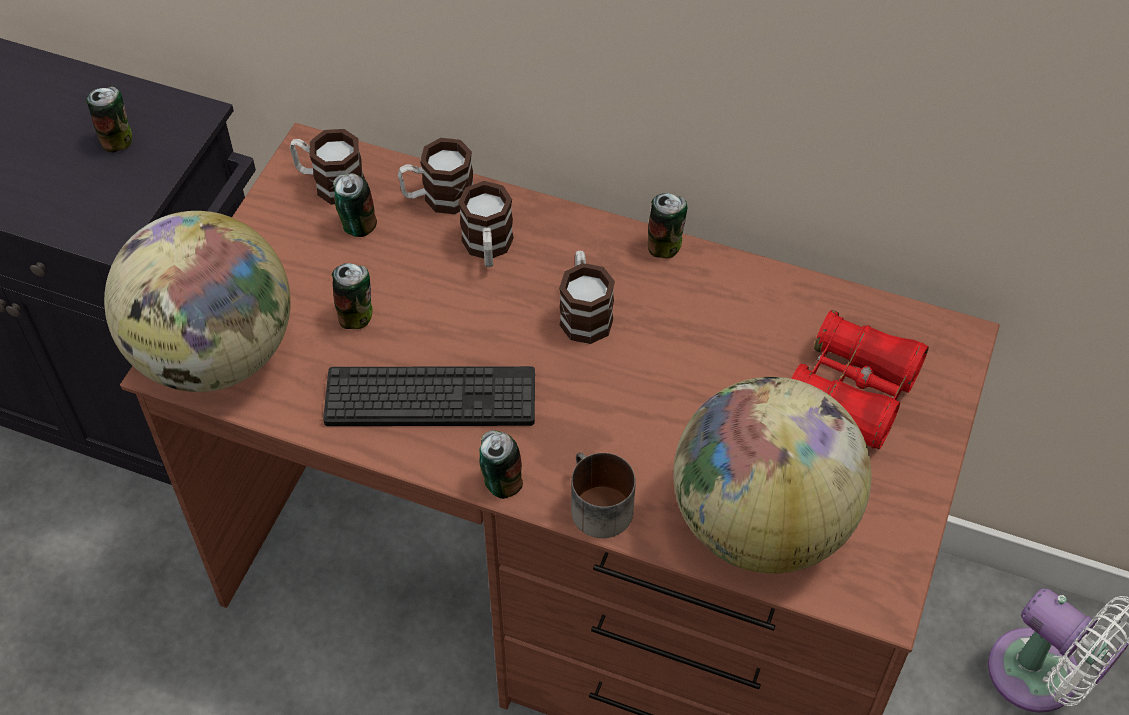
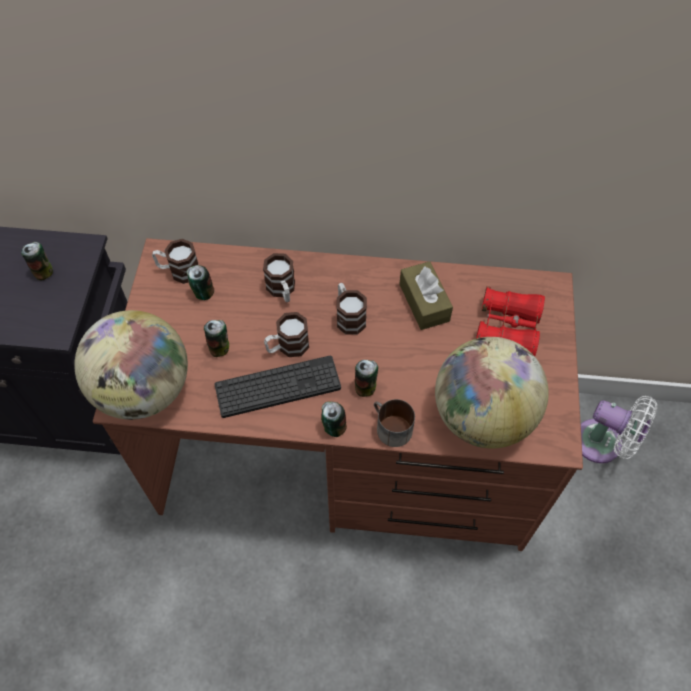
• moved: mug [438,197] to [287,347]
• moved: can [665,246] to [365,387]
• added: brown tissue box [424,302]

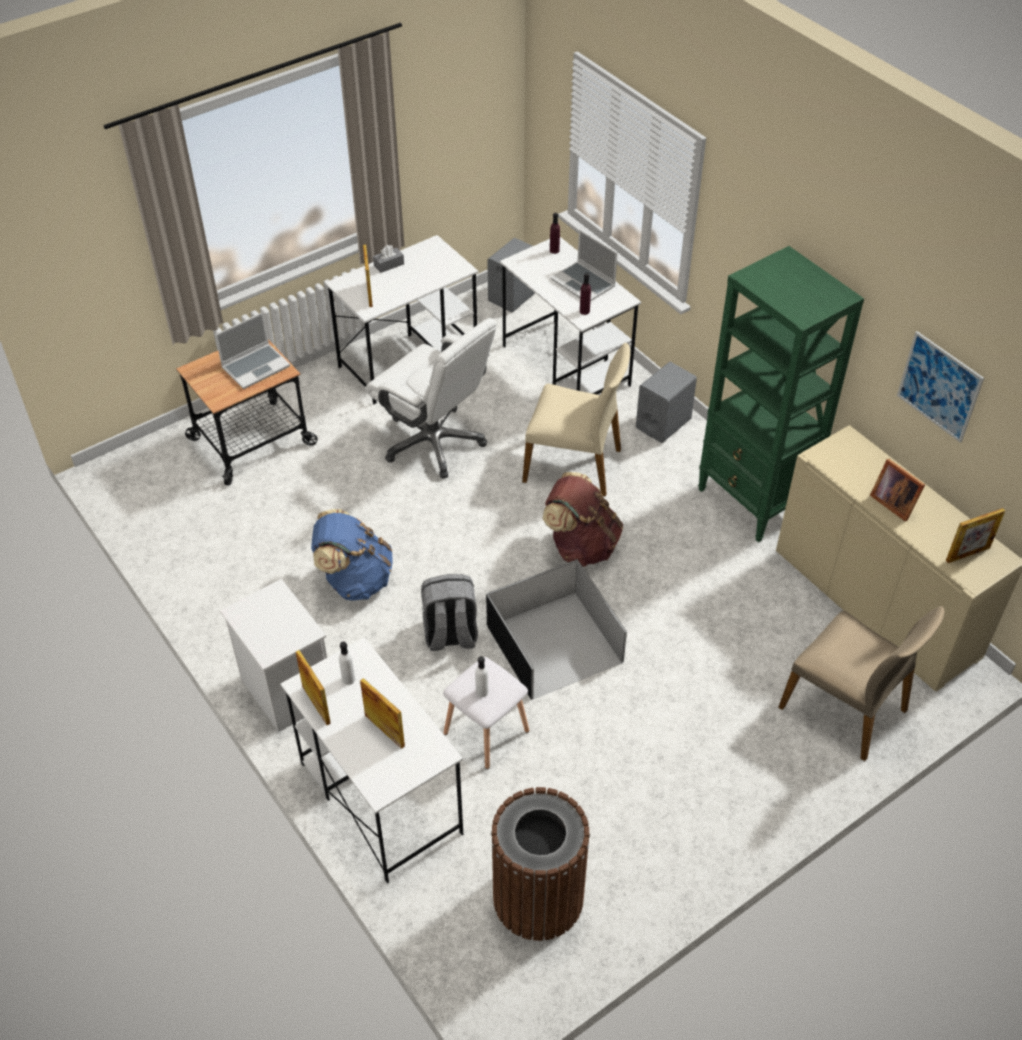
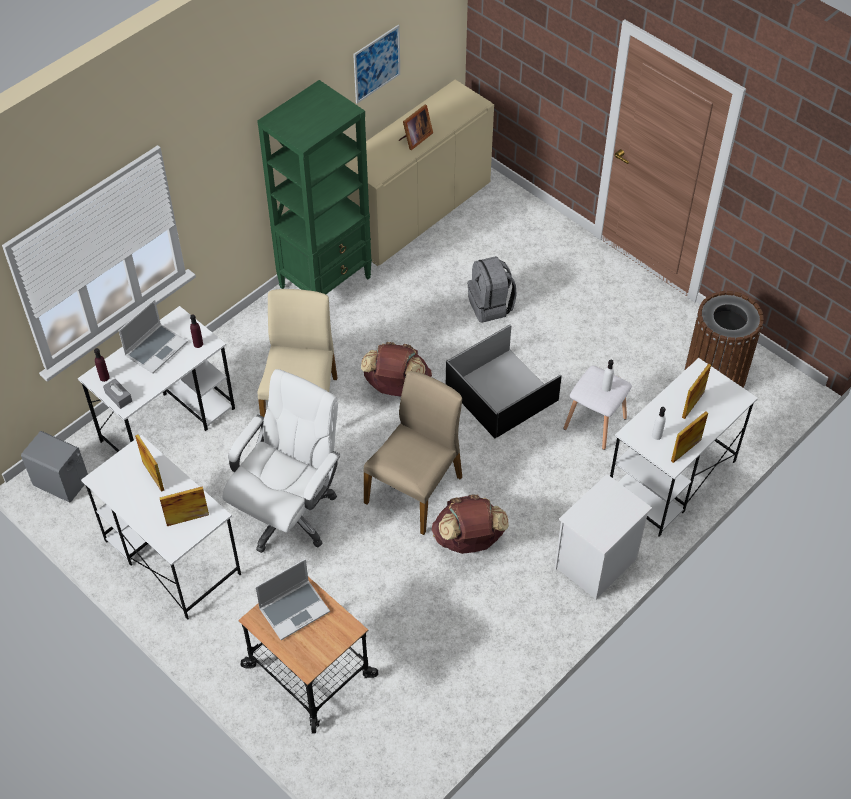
• moved: grey tissue box [389,265] to [118,397]
• moved: picture frame [967,554] to [153,476]
• turned: laptop [256,366] = [294,609] 105 degrees clockwise
• moved: beige chair [845,708] to [415,489]
• recoloured: blue backpack [355,580] to brown backpack [469,540]
• moved: grey backpack [450,635] to [491,306]
• removed: grey speaker [663,423]

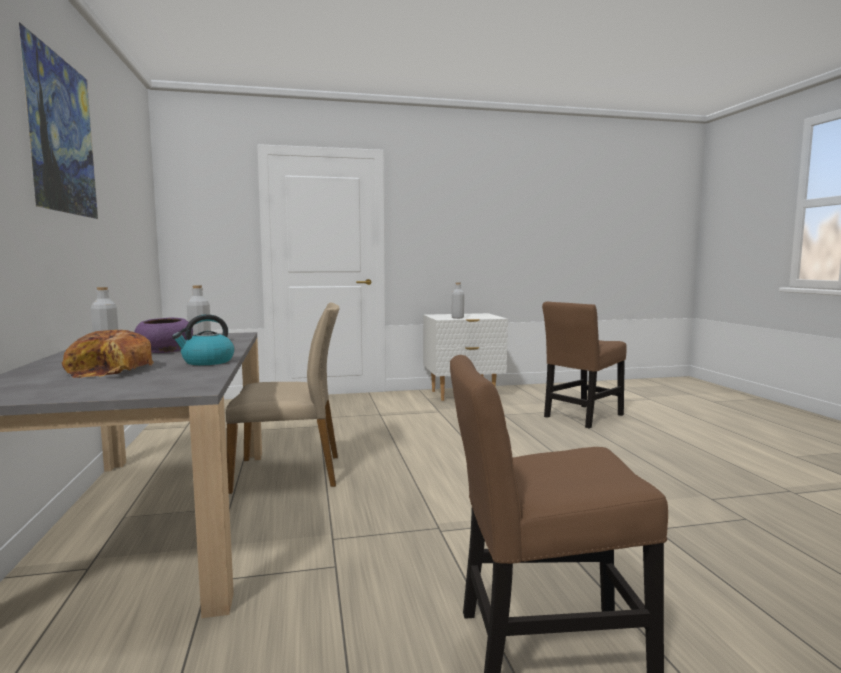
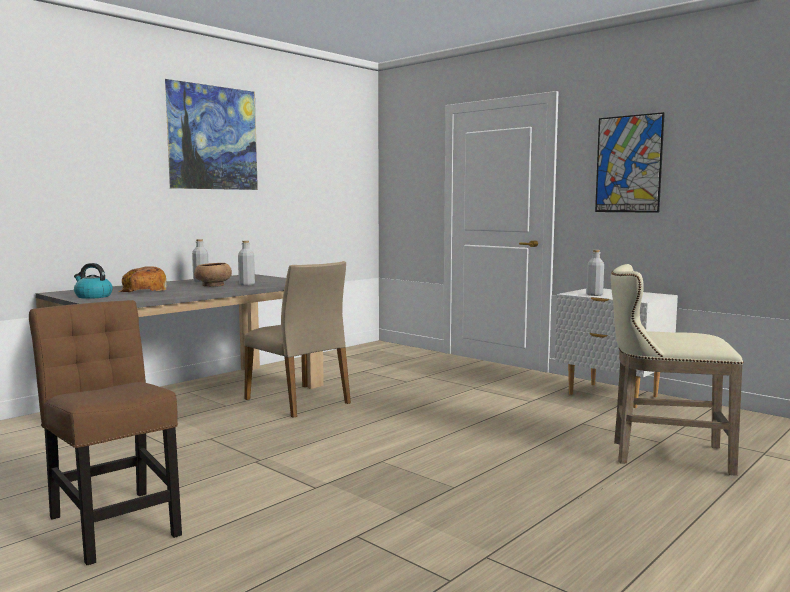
• moved: kettle [207,362] to [93,296]
• recoloured: purple bowl [165,351] to brown bowl [213,285]
• added: picture [628,164]
• replaced: brown chair [582,417] to beige stool [663,455]

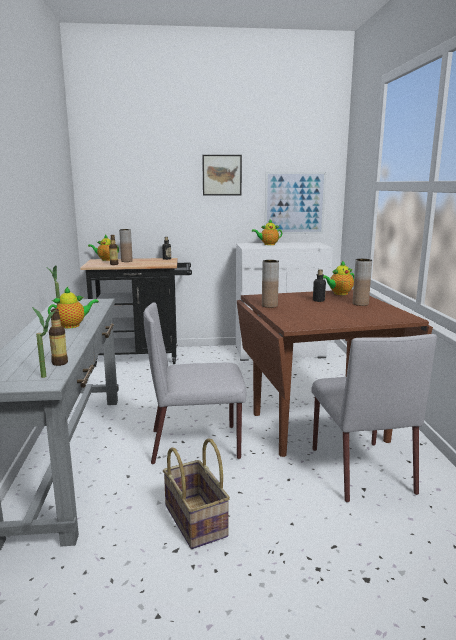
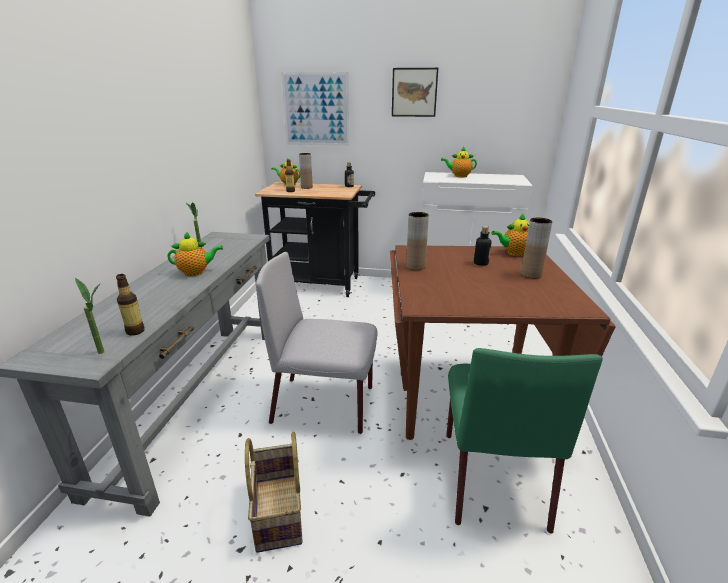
• moved: picture [294,203] to [316,109]
• recoloured: grey chair [360,469] to green chair [492,476]

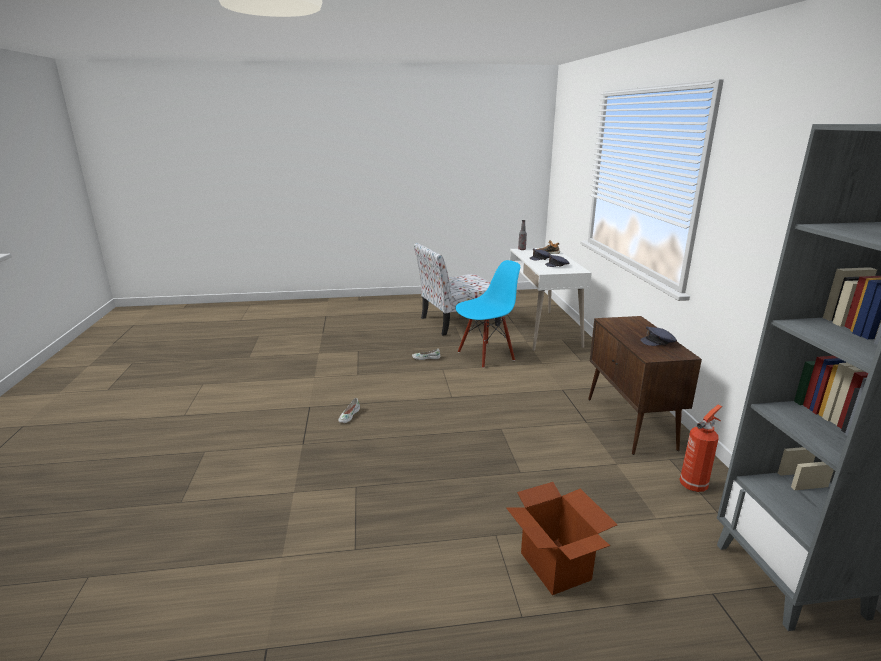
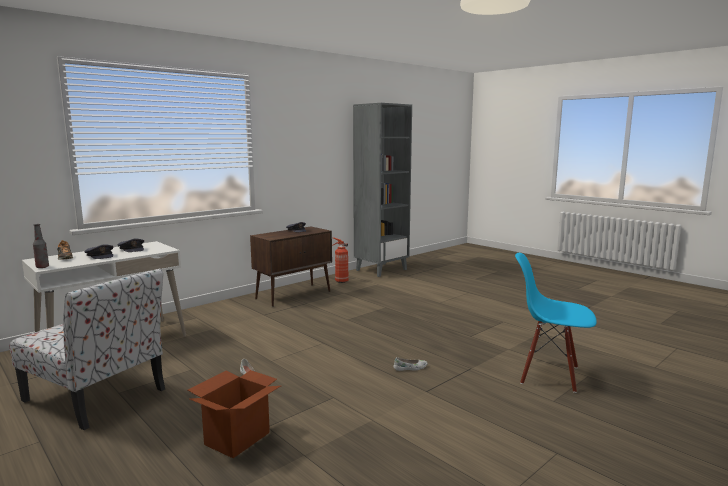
• moved: cardboard box [555,566] to [237,438]
• moved: blue chair [485,355] to [549,374]

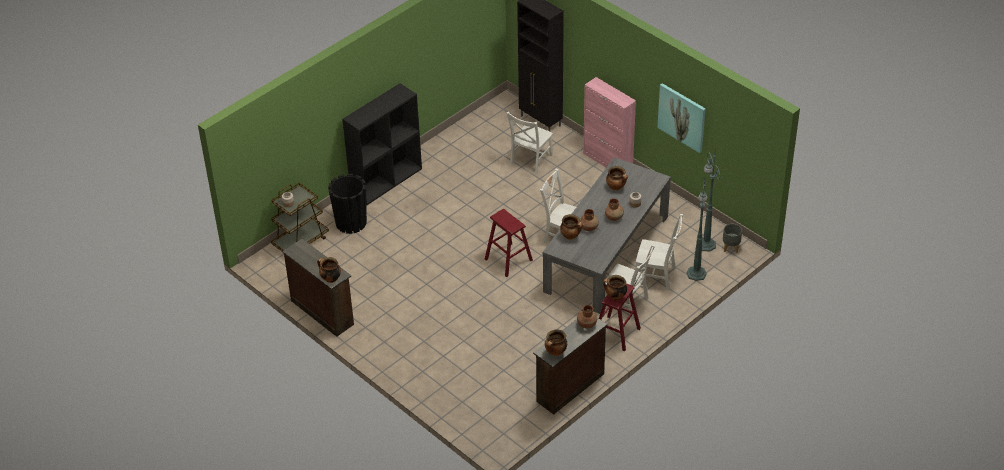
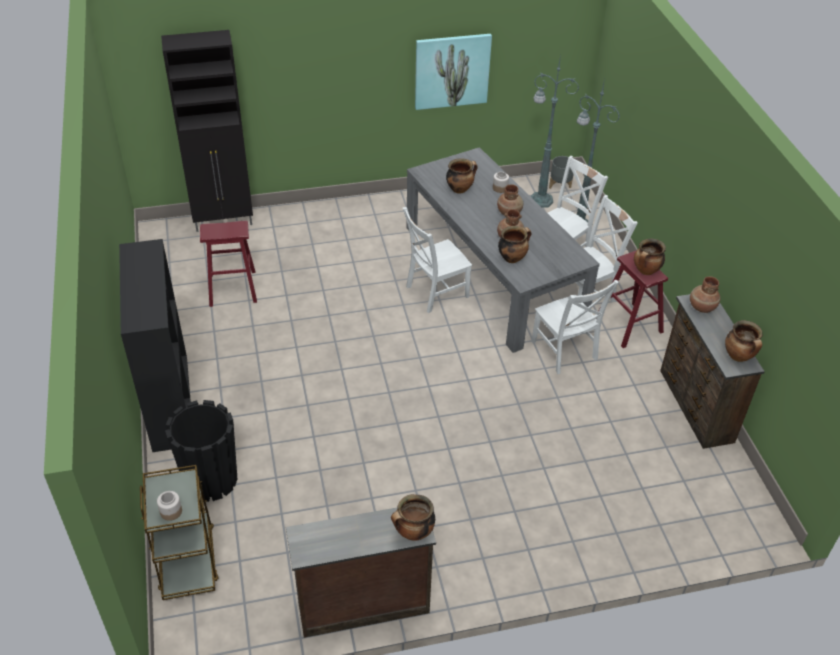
• moved: red stool [508,259] to [232,288]
• moved: white chair [530,160] to [565,352]
• removed: pink cabinet [608,161]

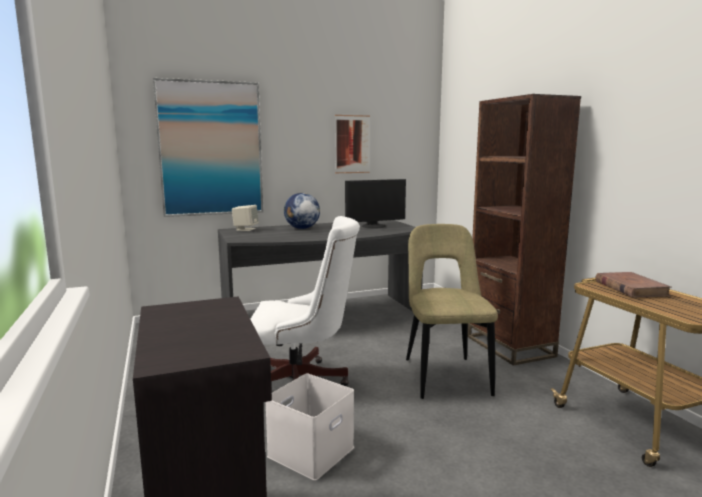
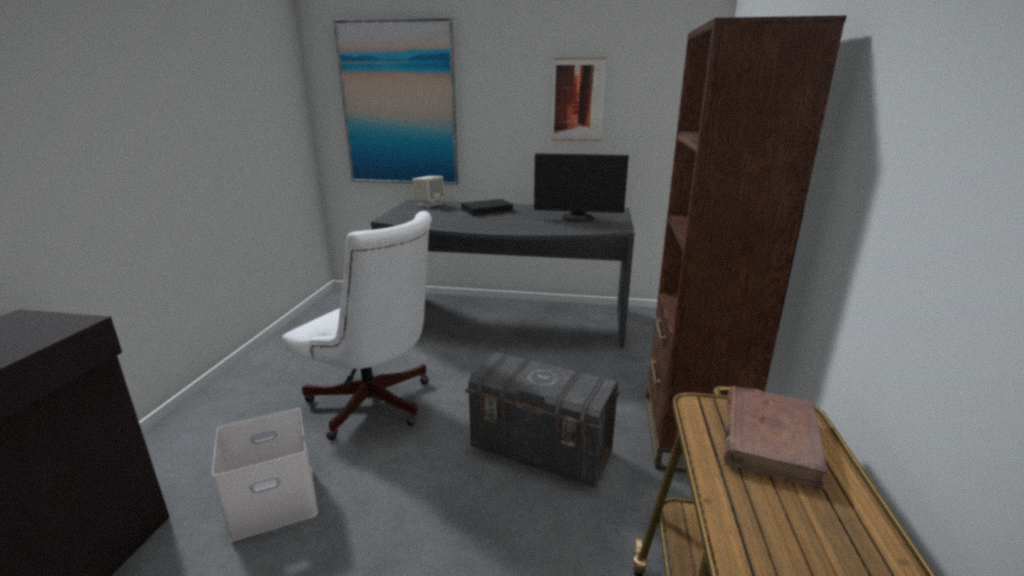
• replaced: globe [302,228] to black book [488,210]
• replaced: beige chair [444,375] to grey storage box [541,450]

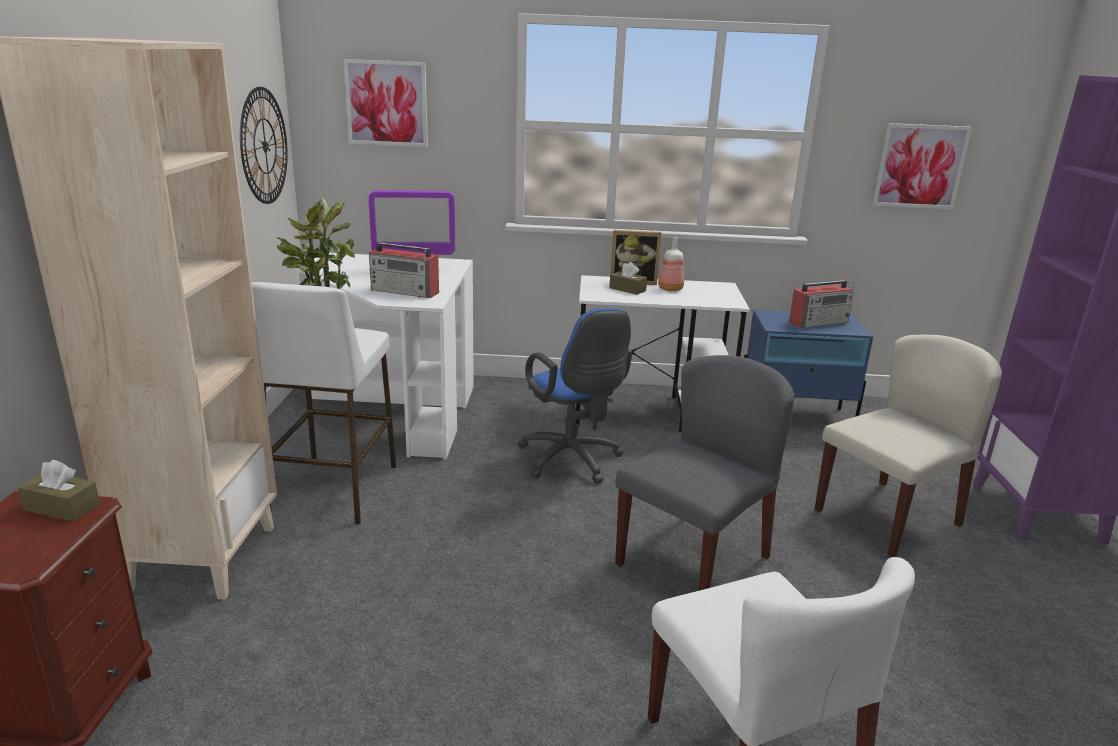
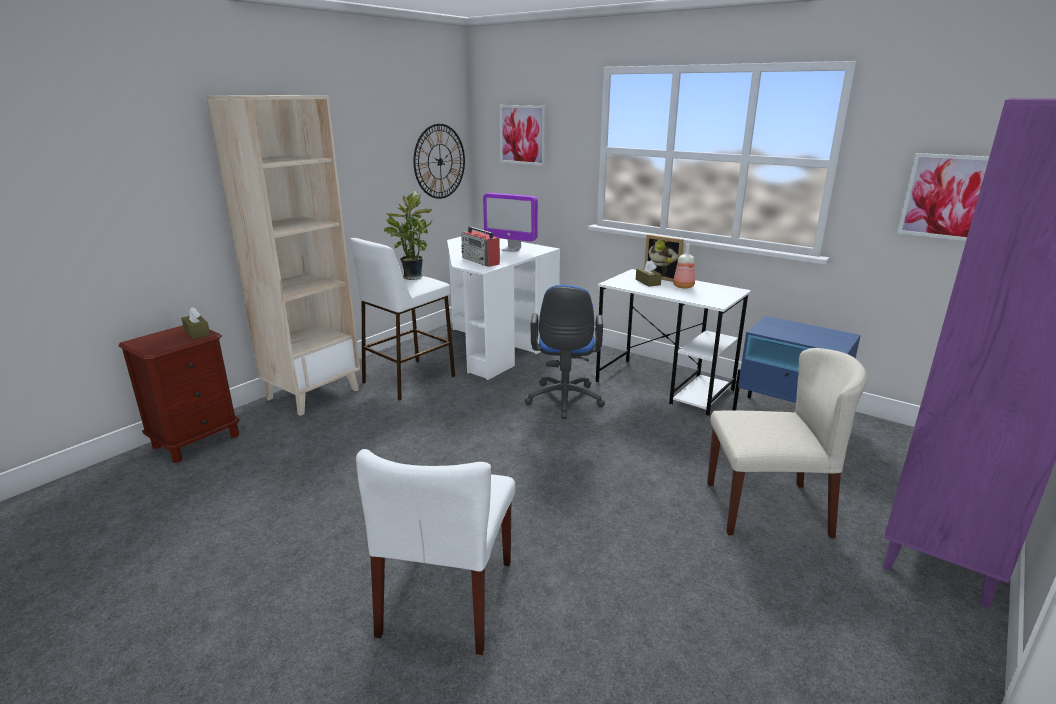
• removed: grey chair [693,559]
• removed: radio [819,322]

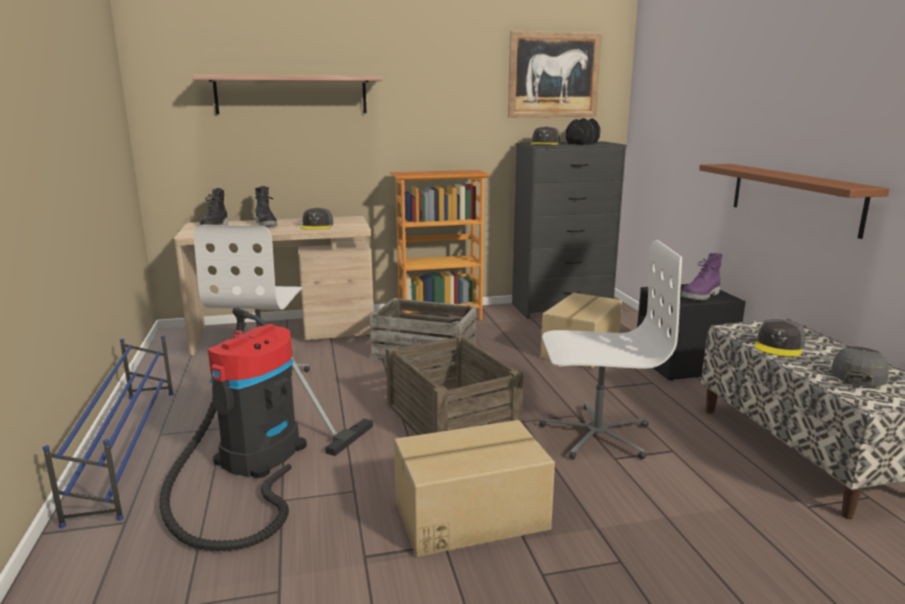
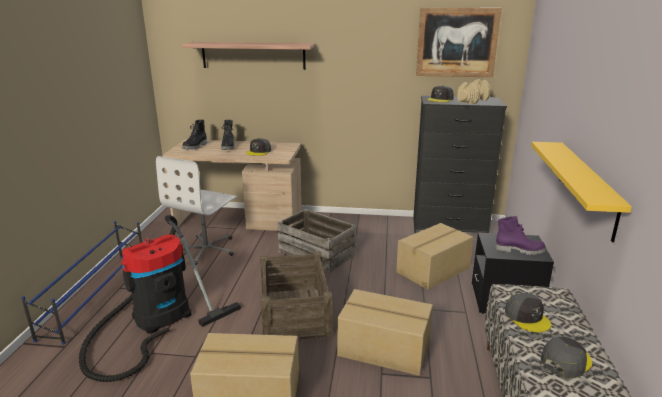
• replaced: white office chair [596,434] to cardboard box [384,349]
• recoloured: black dumbbell [582,143] to beige dumbbell [472,100]
• turned: purple boot [701,296] = [519,250] 150 degrees counterclockwise
• turned: grey cap [779,346] = [527,317] 75 degrees counterclockwise
• recoloured: brown shelf [794,197] to yellow shelf [587,188]
• removed: bookcase [440,316]

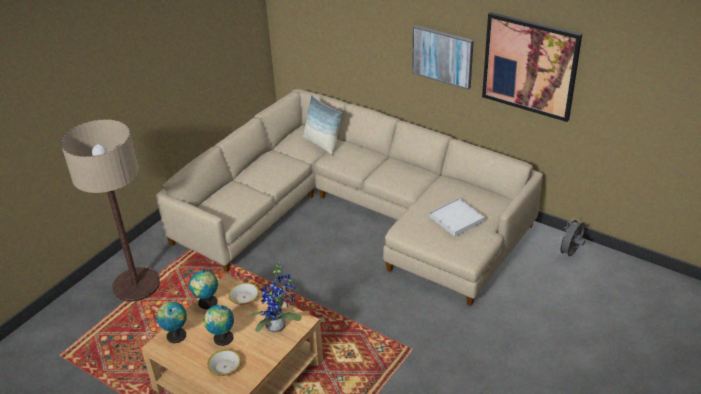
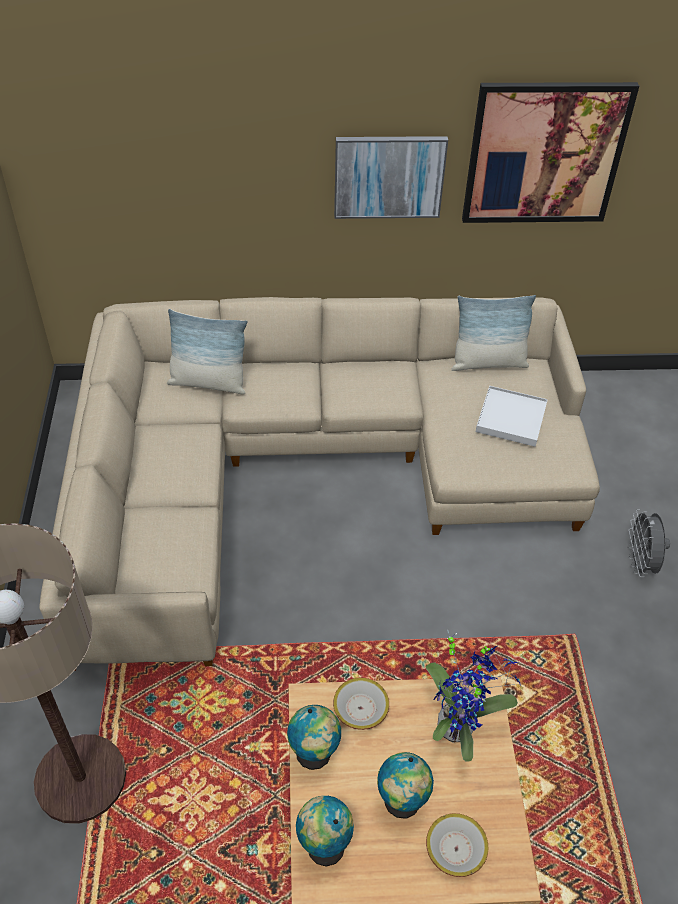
• added: pillow [488,363]
• moved: grey fan [570,253] to [640,563]

